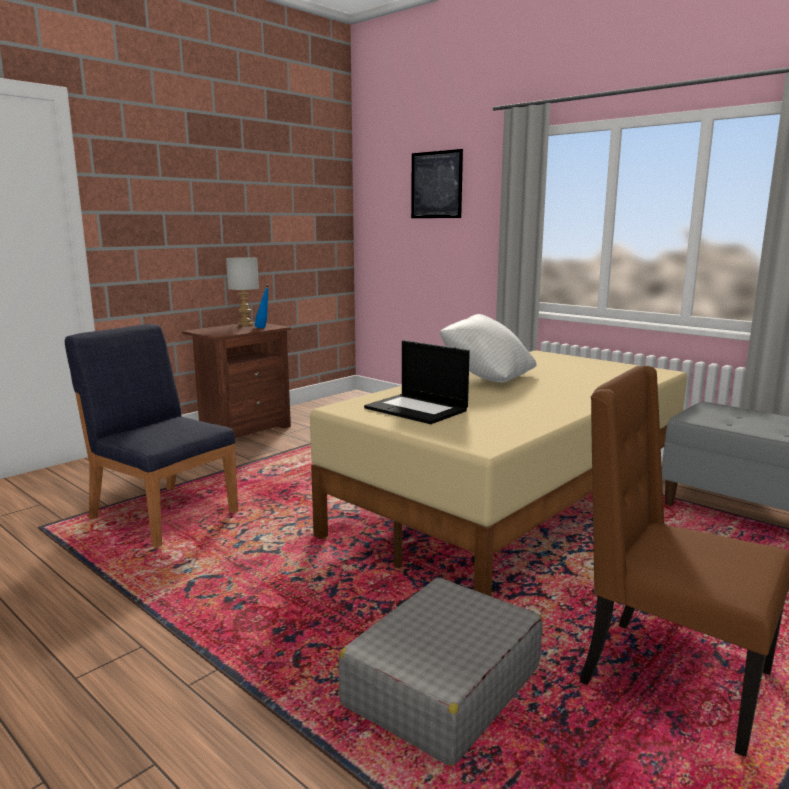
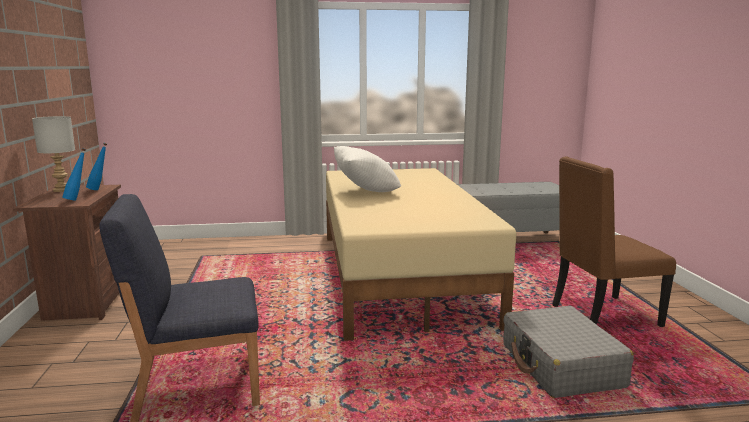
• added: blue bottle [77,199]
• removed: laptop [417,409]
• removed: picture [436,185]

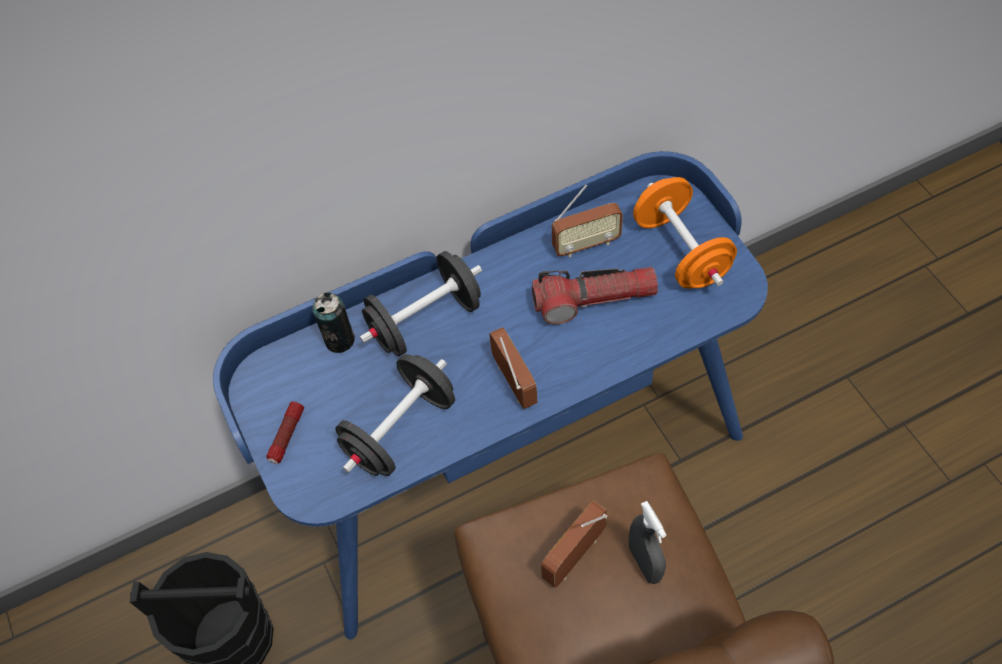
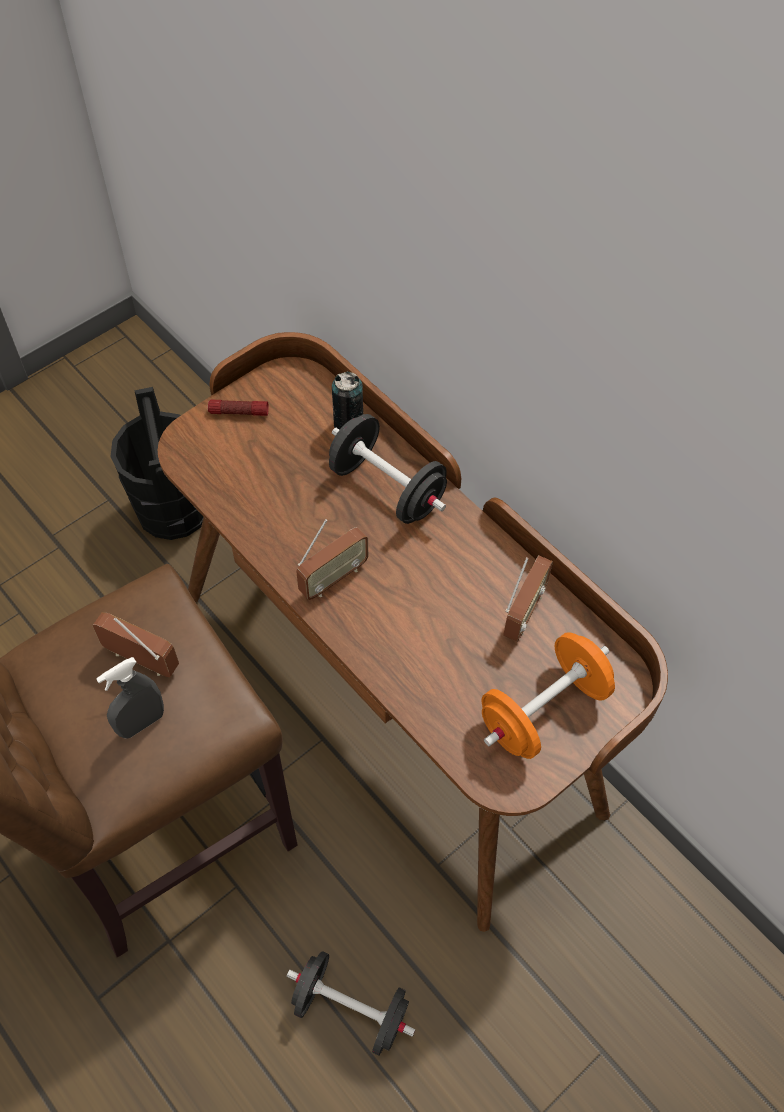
• recoloured: blue desk [514,464] to brown desk [390,697]
• moved: black dumbbell [400,430] to [351,1008]
• turned: radio [586,245] = [523,613] 120 degrees counterclockwise
• removed: flashlight [594,300]

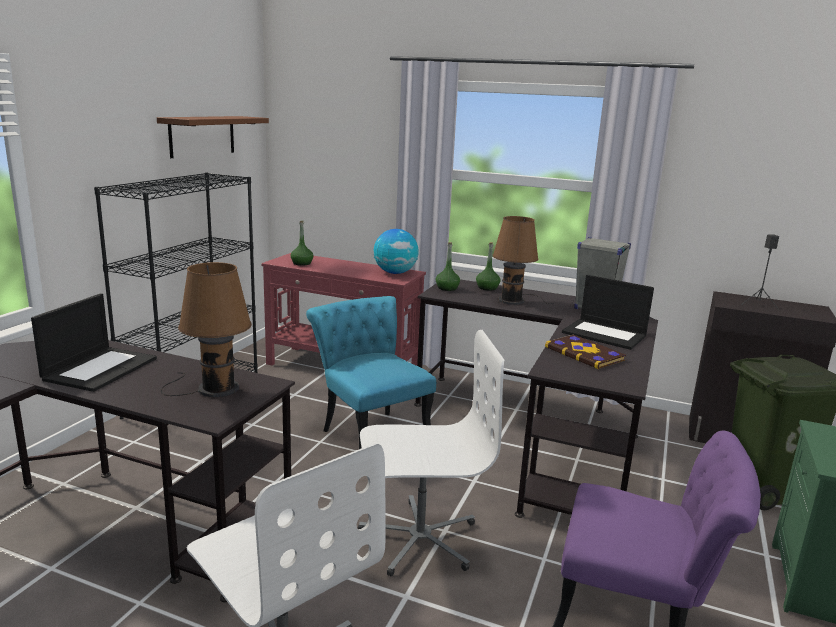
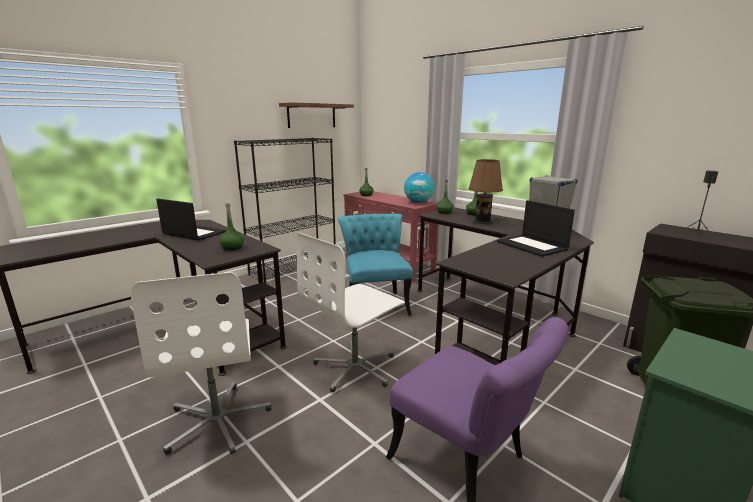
• turned: laptop [100,368] = [193,233] 105 degrees counterclockwise
• replaced: brown table lamp [213,388] to green bottle [232,247]
• turned: white office chair [419,538] = [356,368] 120 degrees clockwise
• removed: book [585,353]

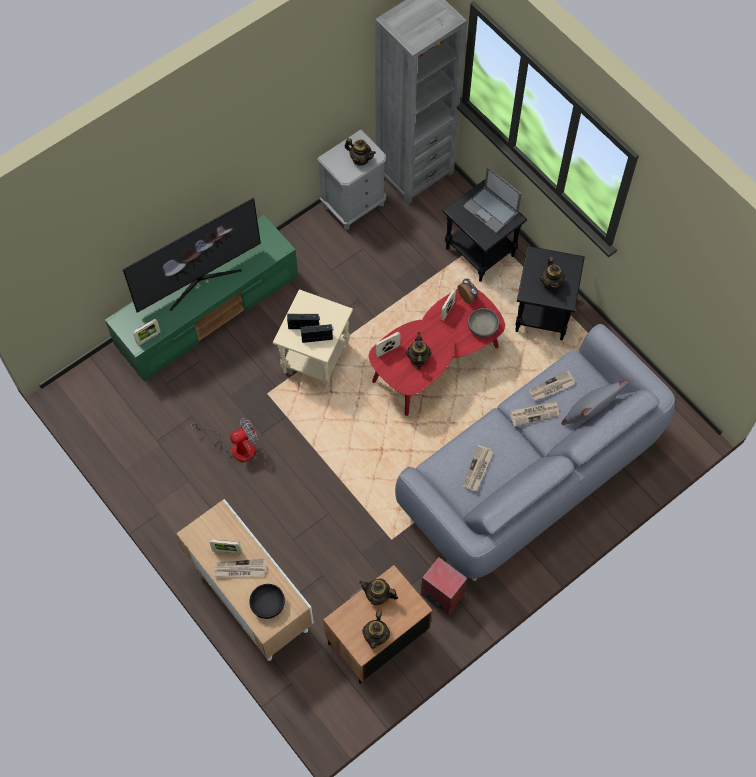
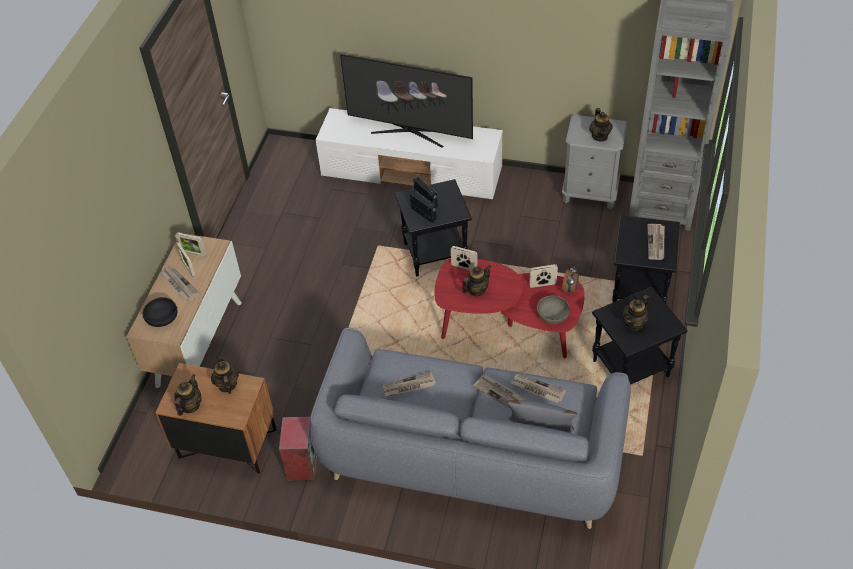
• turned: teapot [376,636] = [190,405] 135 degrees clockwise
• moved: picture frame [148,338] to [193,254]
• recoloured: green tv stand [208,310] to white tv stand [413,173]
• recoloured: beige side table [315,358] to black side table [435,253]
• replaced: laptop [491,210] to newspaper [656,243]
• removed: fan [235,447]

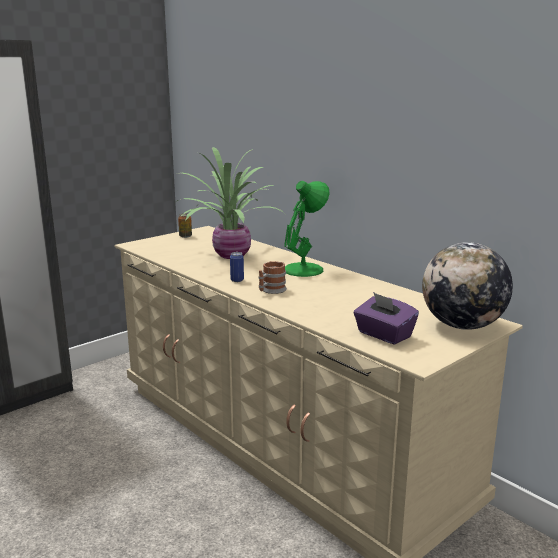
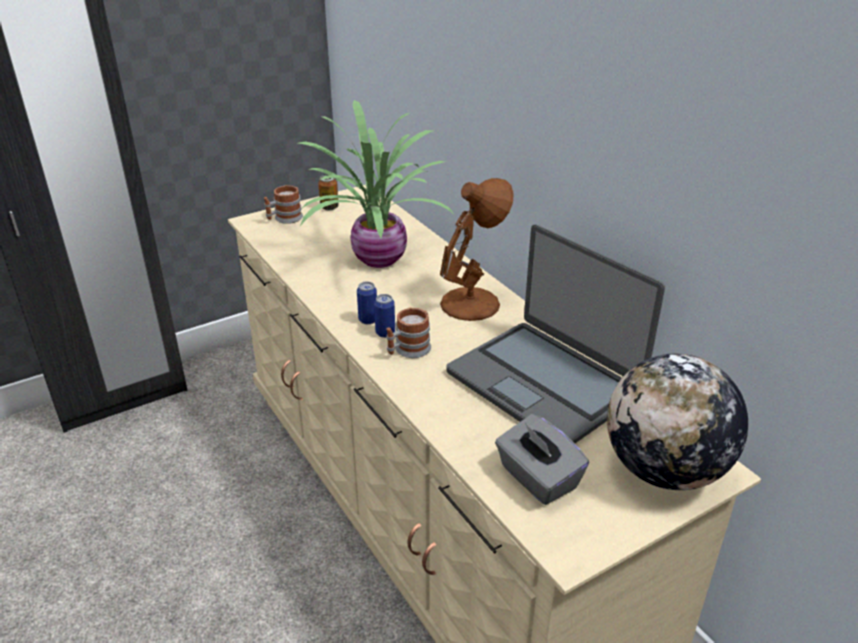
• added: mug [284,219]
• added: can [385,333]
• recoloured: green table lamp [304,269] to brown table lamp [472,302]
• added: laptop [544,383]
• recoloured: purple tissue box [383,335] to grey tissue box [537,478]

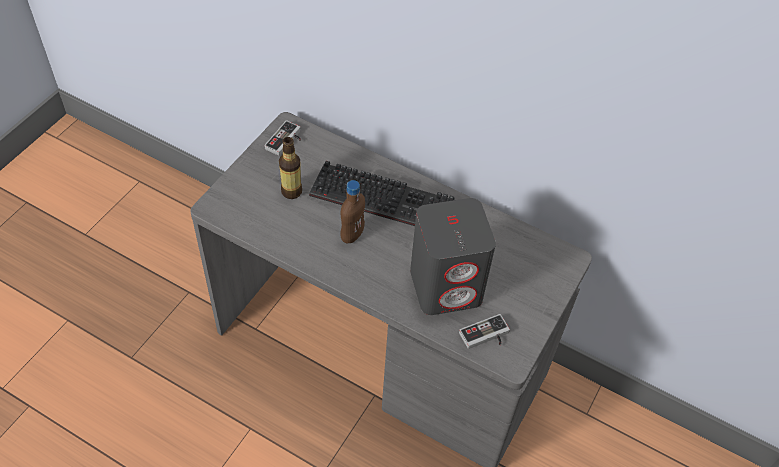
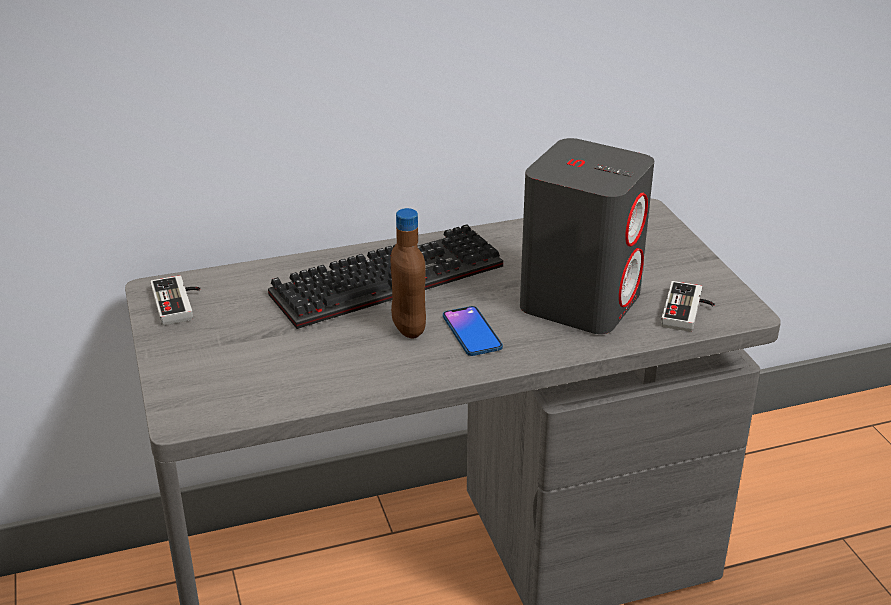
• added: phone [472,332]
• removed: bottle [291,191]

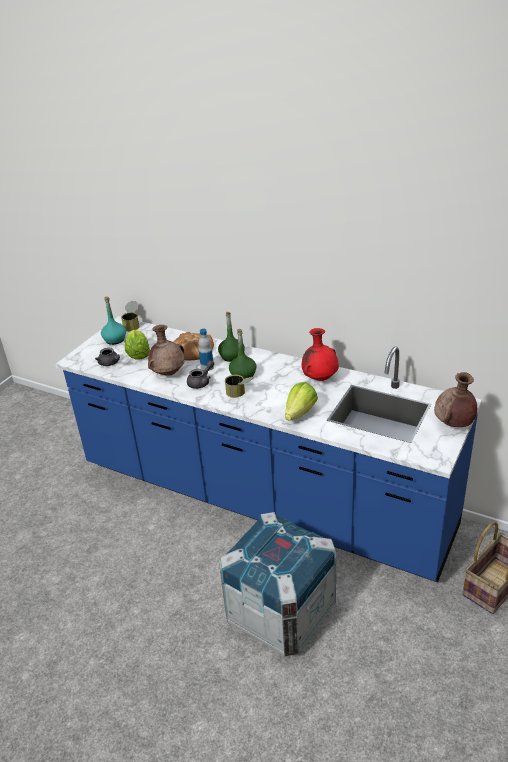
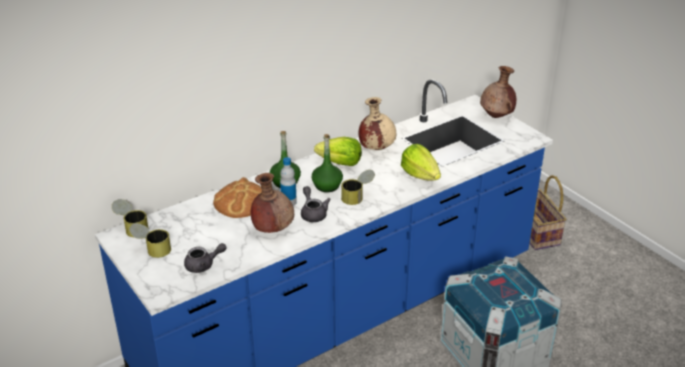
• replaced: turquoise bottle [115,340] to can [152,249]
• moved: lettuce [138,354] to [340,163]
• recoloured: red vase [320,378] to beige vase [376,148]

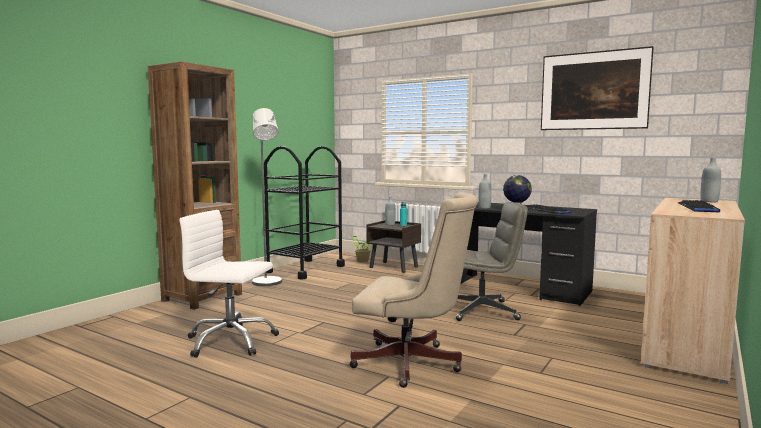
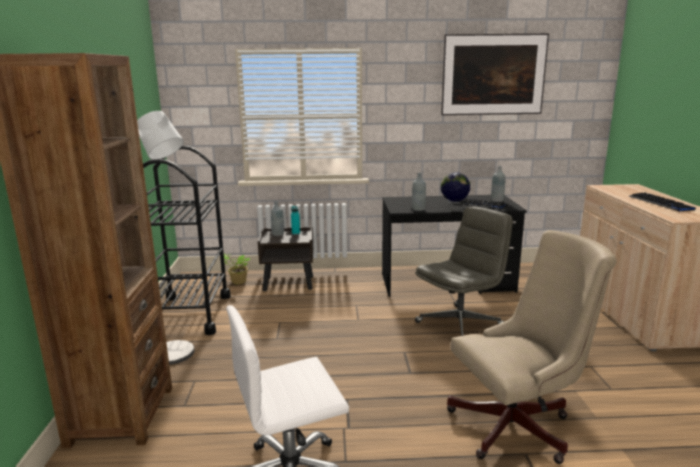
• moved: grey bottle [709,201] to [497,200]

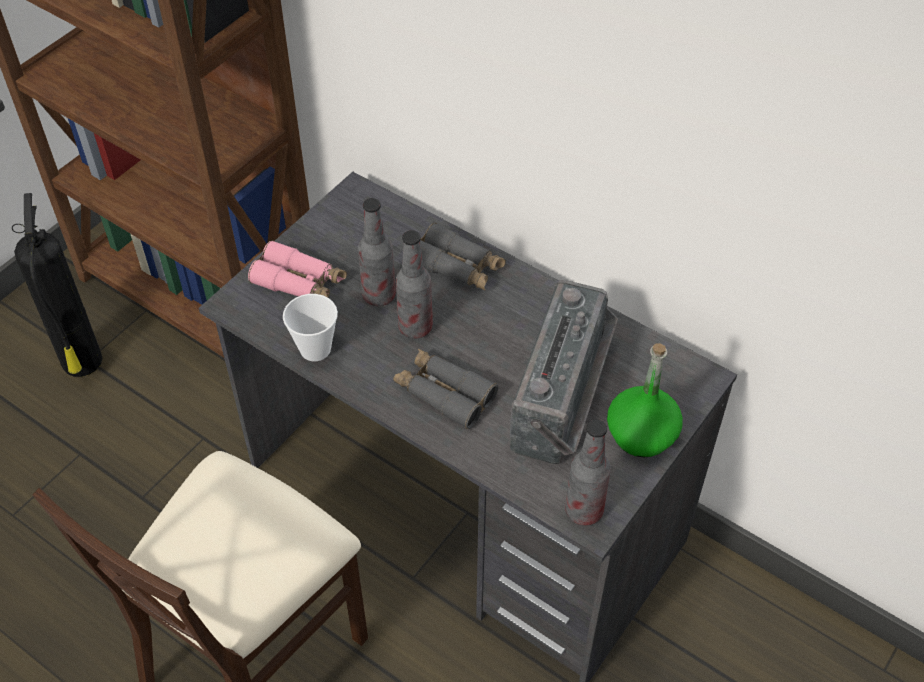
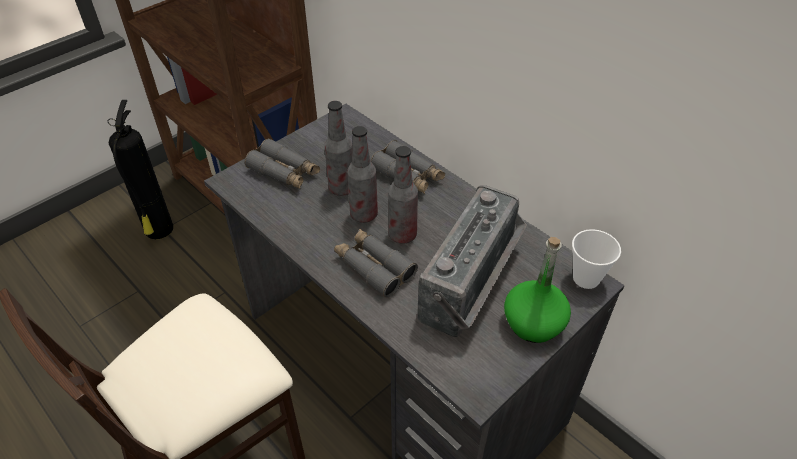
• recoloured: pink binoculars [300,282] to grey binoculars [284,172]
• moved: bottle [584,510] to [402,235]
• moved: cup [315,349] to [586,278]

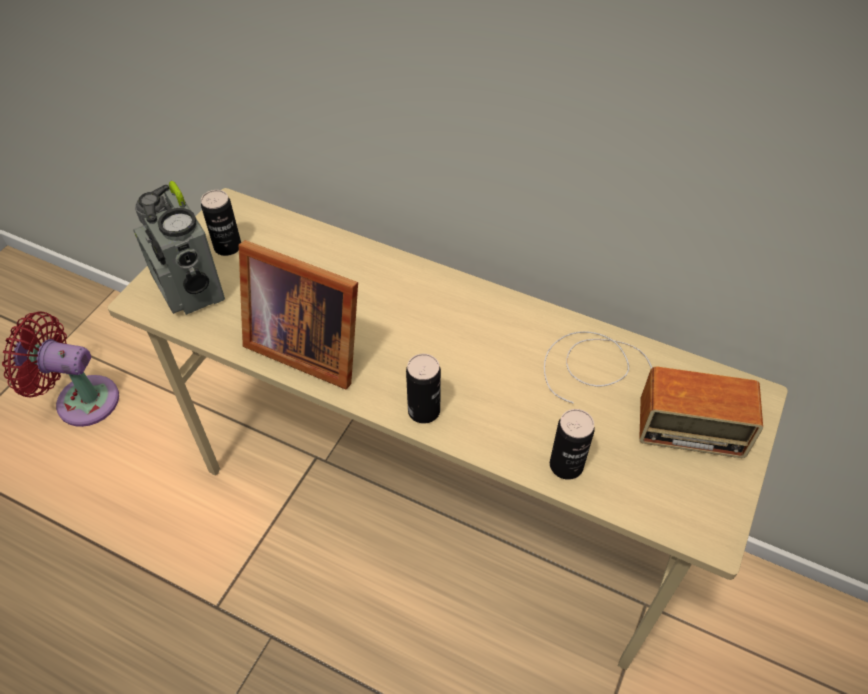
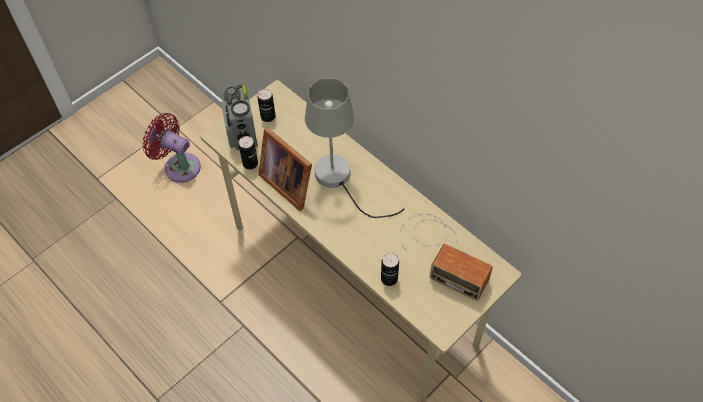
• moved: can [424,411] to [250,163]
• added: grey table lamp [340,180]

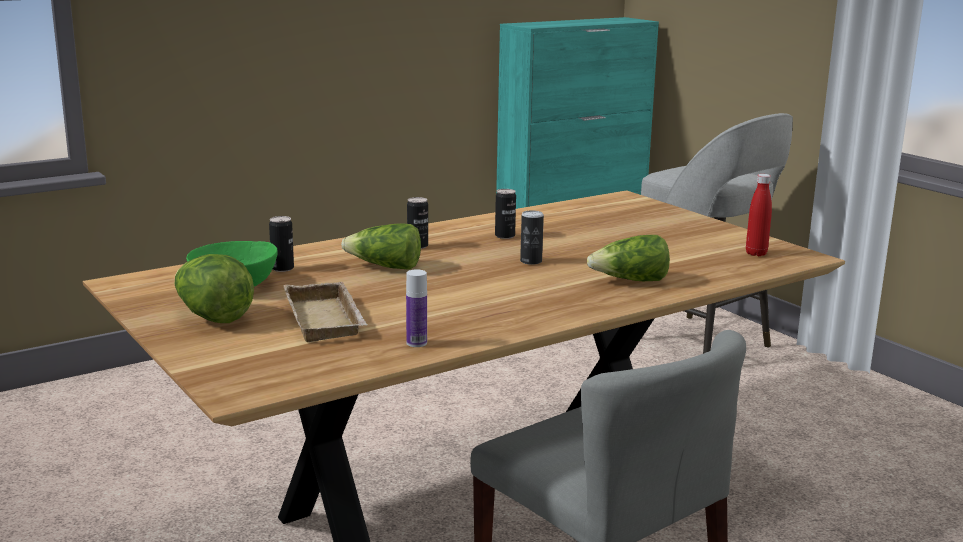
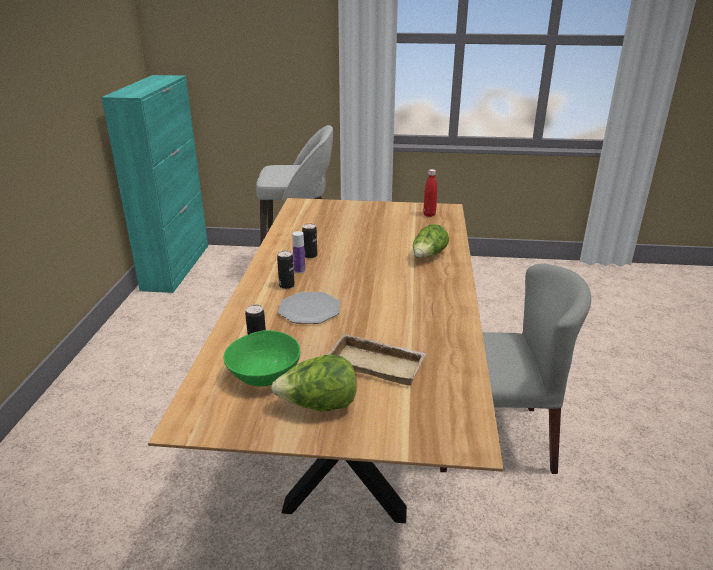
• replaced: lettuce [385,267] to plate [309,309]
• moved: bottle [416,343] to [299,270]
• removed: can [531,261]

